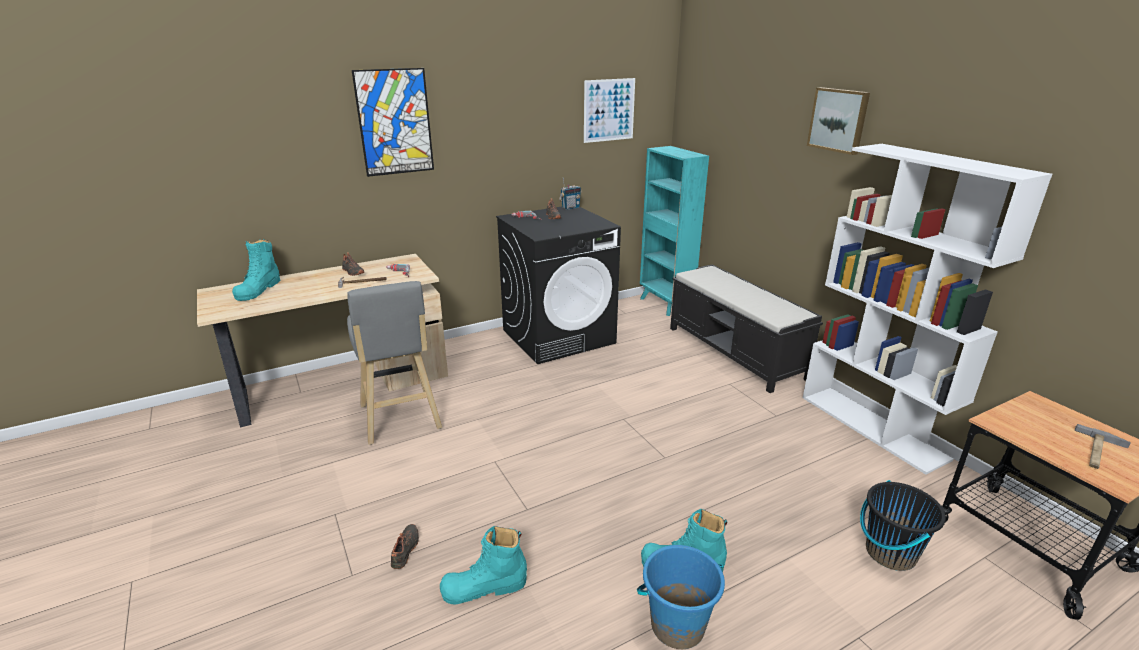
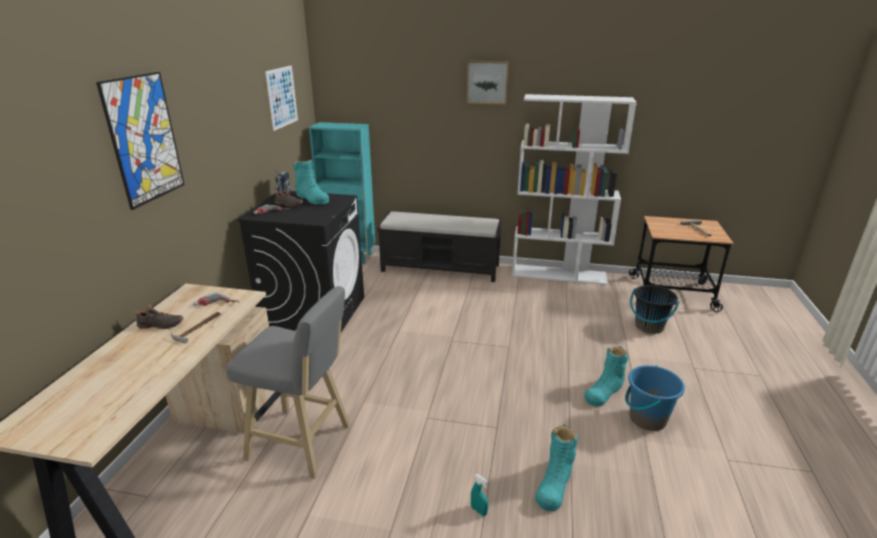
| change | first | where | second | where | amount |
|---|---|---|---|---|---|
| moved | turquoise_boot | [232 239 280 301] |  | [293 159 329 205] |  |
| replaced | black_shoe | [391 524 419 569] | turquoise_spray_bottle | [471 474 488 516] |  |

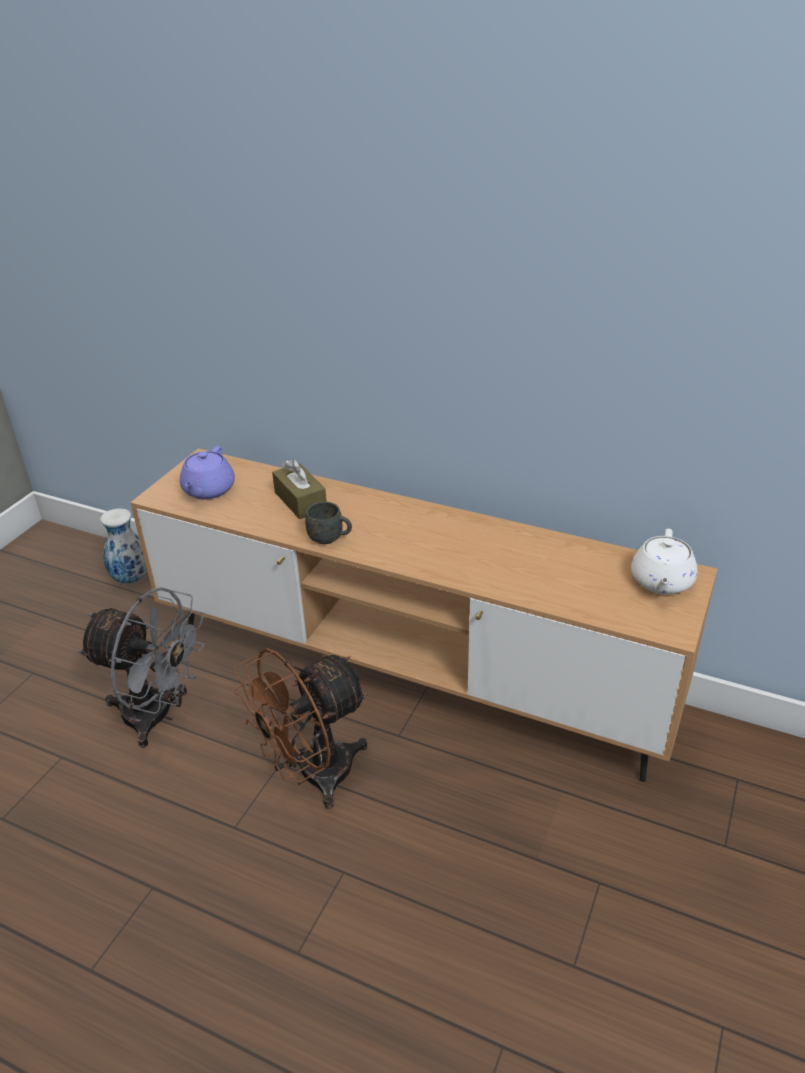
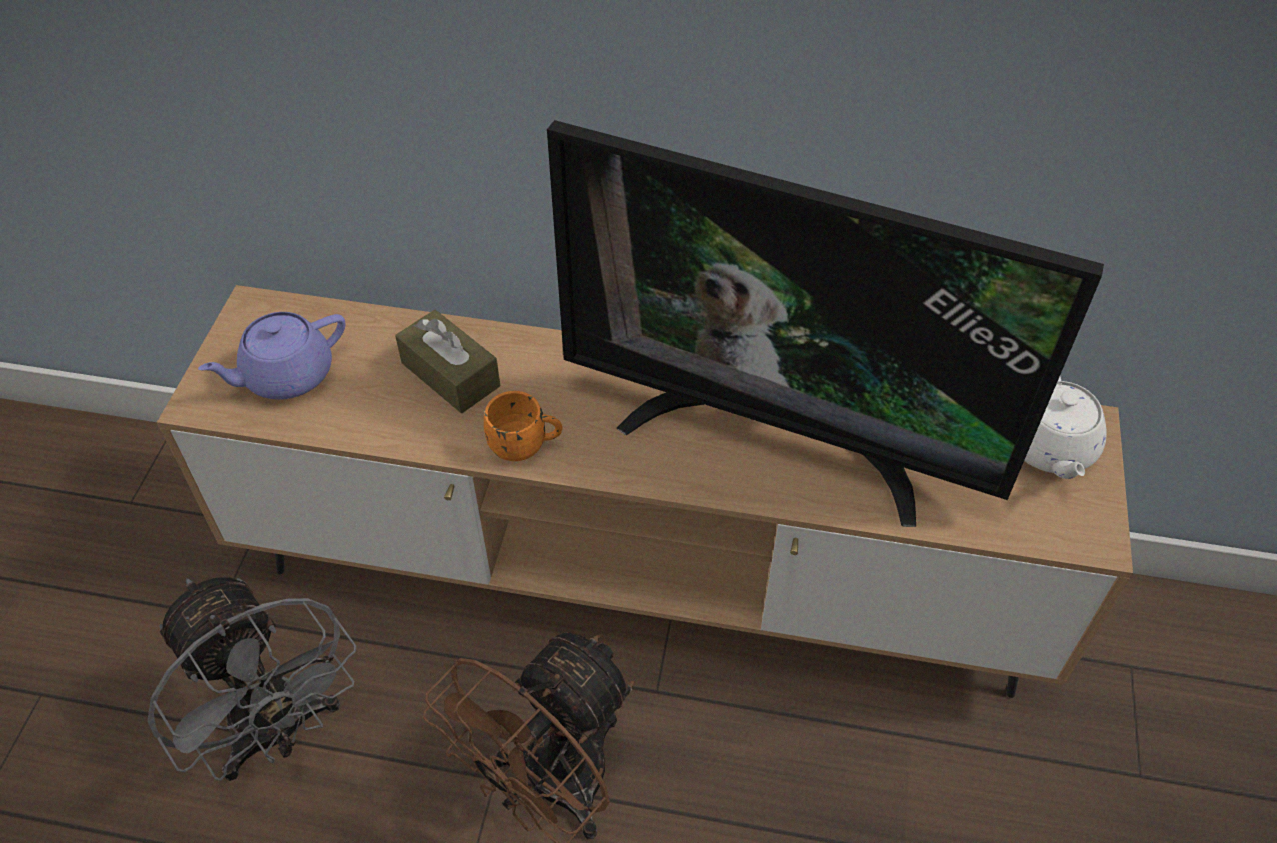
| change | first | where | second | where | amount |
|---|---|---|---|---|---|
| turned | grey_fan | [78 587 206 748] |  | [148 578 357 781] | 45 degrees clockwise |
| removed | vase | [100 508 147 584] |  |  |  |
| turned | purple_teapot | [180 446 235 499] |  | [198 312 345 400] | 60 degrees clockwise |
| recoloured | grey_mug | [305 502 352 544] | orange_mug | [484 391 563 461] |  |
| added |  |  | television | [547 120 1104 527] |  |

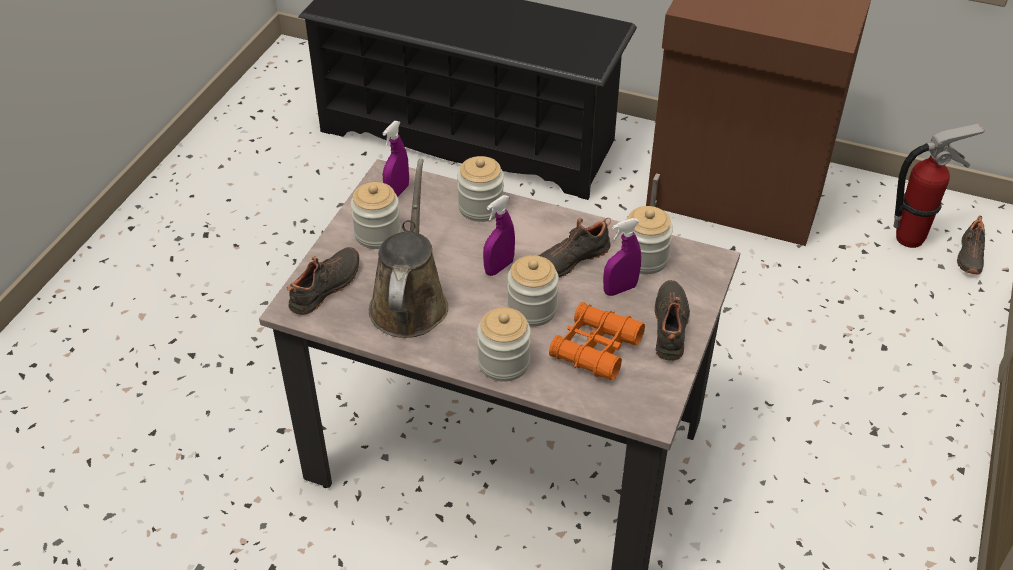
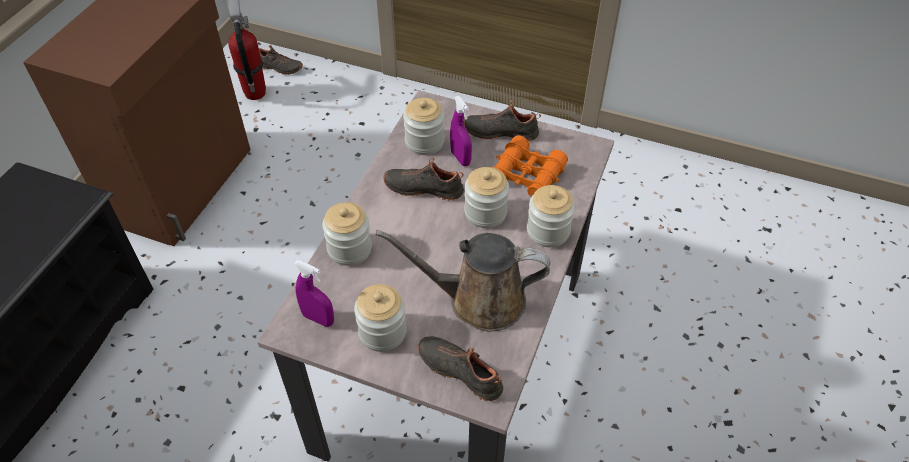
| change | first | where | second | where | amount |
|---|---|---|---|---|---|
| removed | purple_spray_bottle | [483 195 515 276] |  |  |  |
| turned | black_shoe | [538 217 611 278] |  | [383 157 464 201] | 135 degrees clockwise |

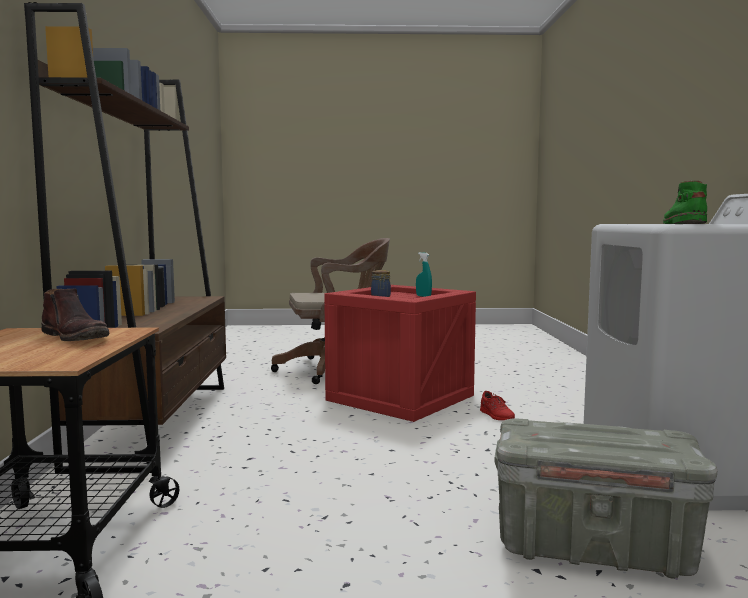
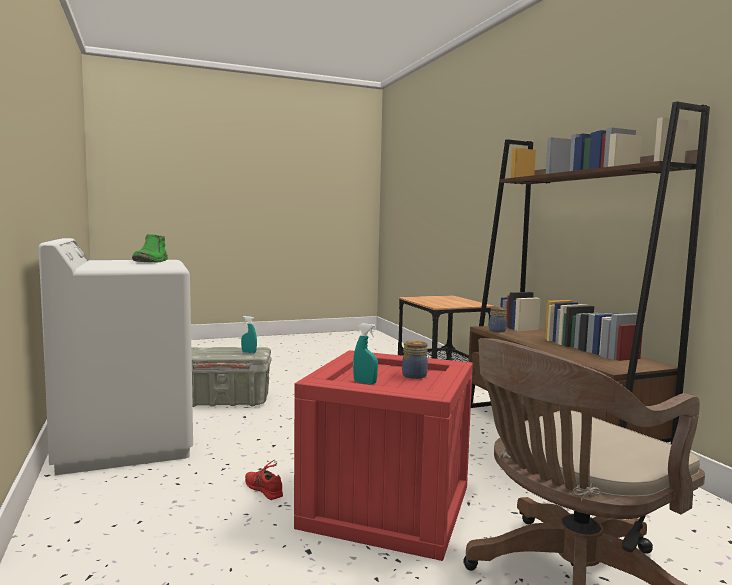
| change | first | where | second | where | amount |
|---|---|---|---|---|---|
| removed | brown_boot | [41 289 109 341] |  |  |  |
| added |  |  | turquoise_spray_bottle | [241 316 257 353] |  |
| added |  |  | jar | [489 307 507 332] |  |

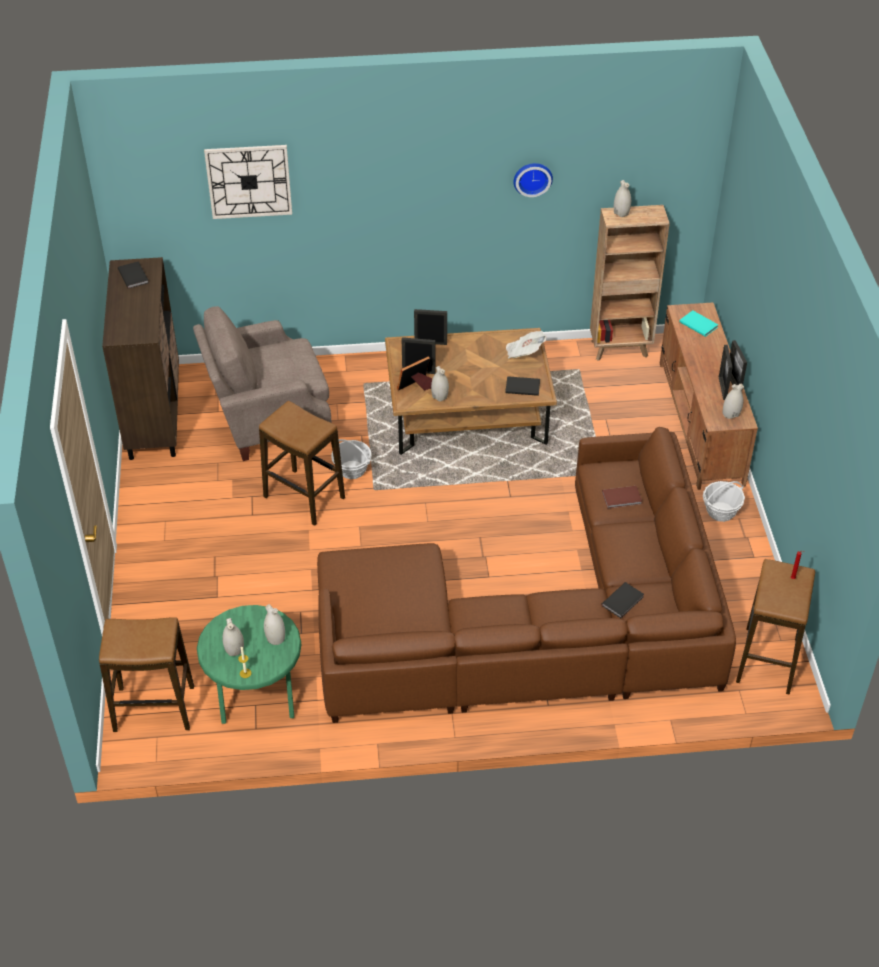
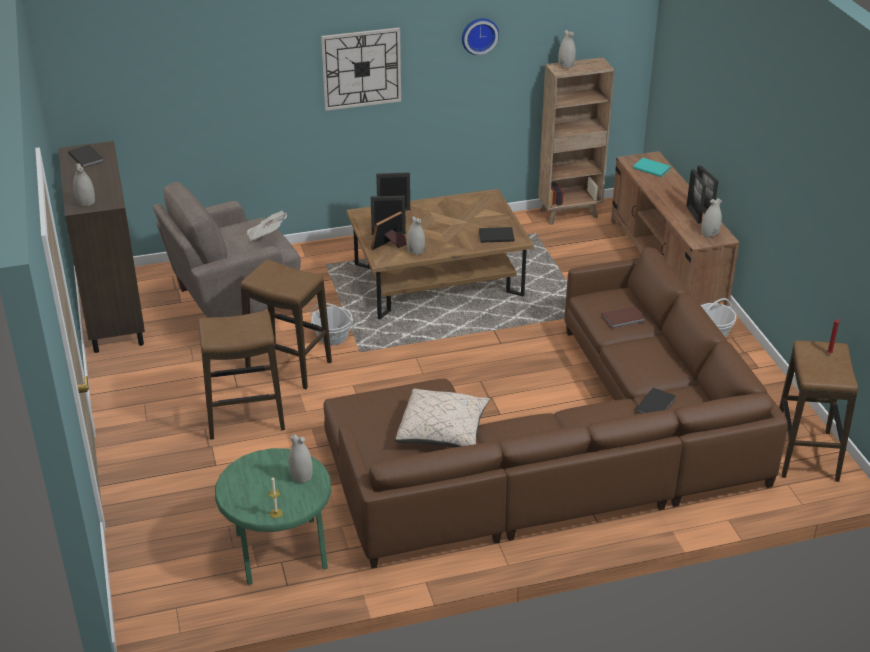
| change | first | where | second | where | amount |
|---|---|---|---|---|---|
| moved | stool | [99 617 194 732] |  | [198 311 285 440] |  |
| moved | wall_clock | [204 145 292 219] |  | [321 28 401 111] |  |
| moved | white_vase | [222 618 244 656] |  | [73 163 95 207] |  |
| moved | newspaper | [506 331 546 359] |  | [247 211 287 241] |  |
| added |  |  | beige_pillow | [395 389 490 447] |  |

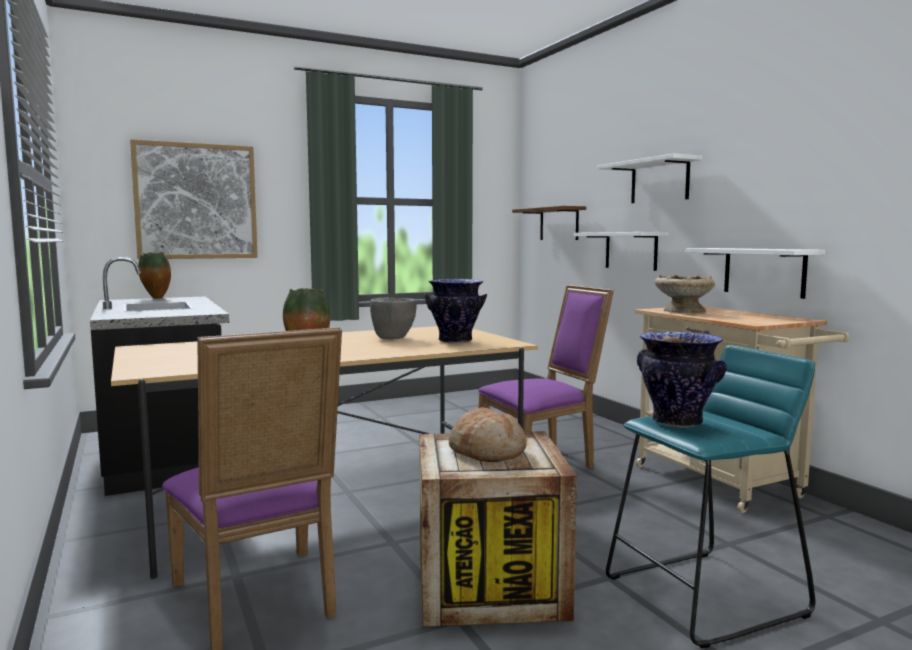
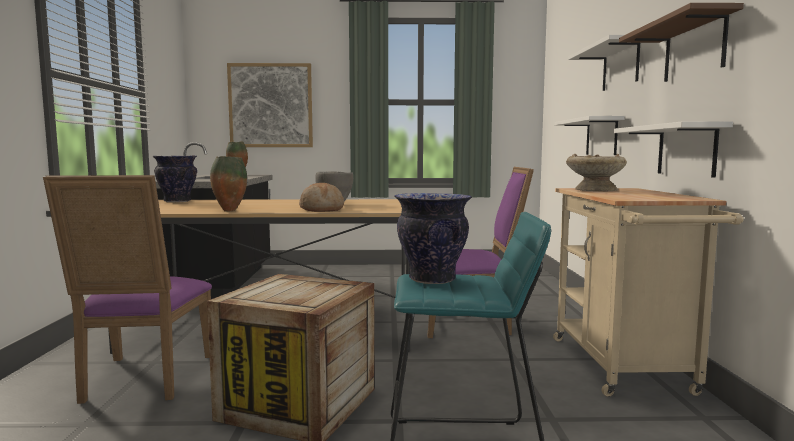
| change | first | where | second | where | amount |
|---|---|---|---|---|---|
| moved | vase | [425 279 487 344] |  | [153 155 197 203] |  |
| moved | bread | [449 407 527 462] |  | [299 183 344 212] |  |
| moved | brown_shelf | [512 206 586 240] |  | [619 3 744 82] |  |

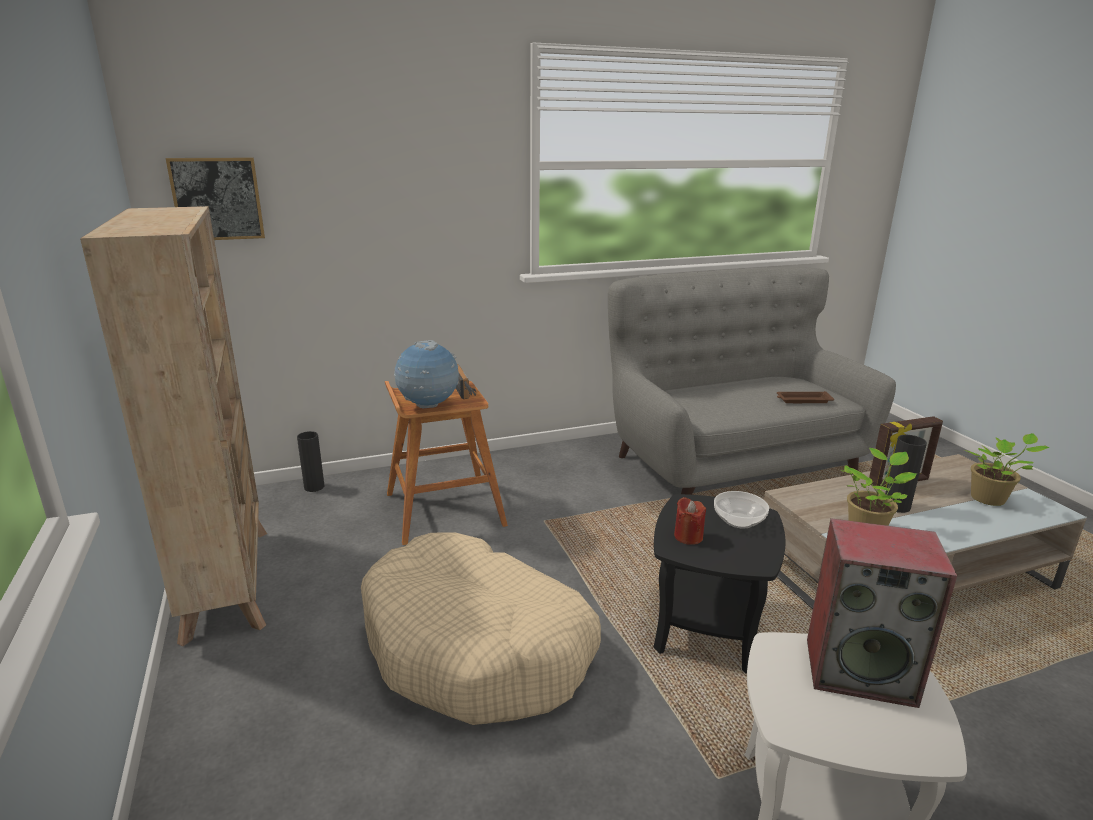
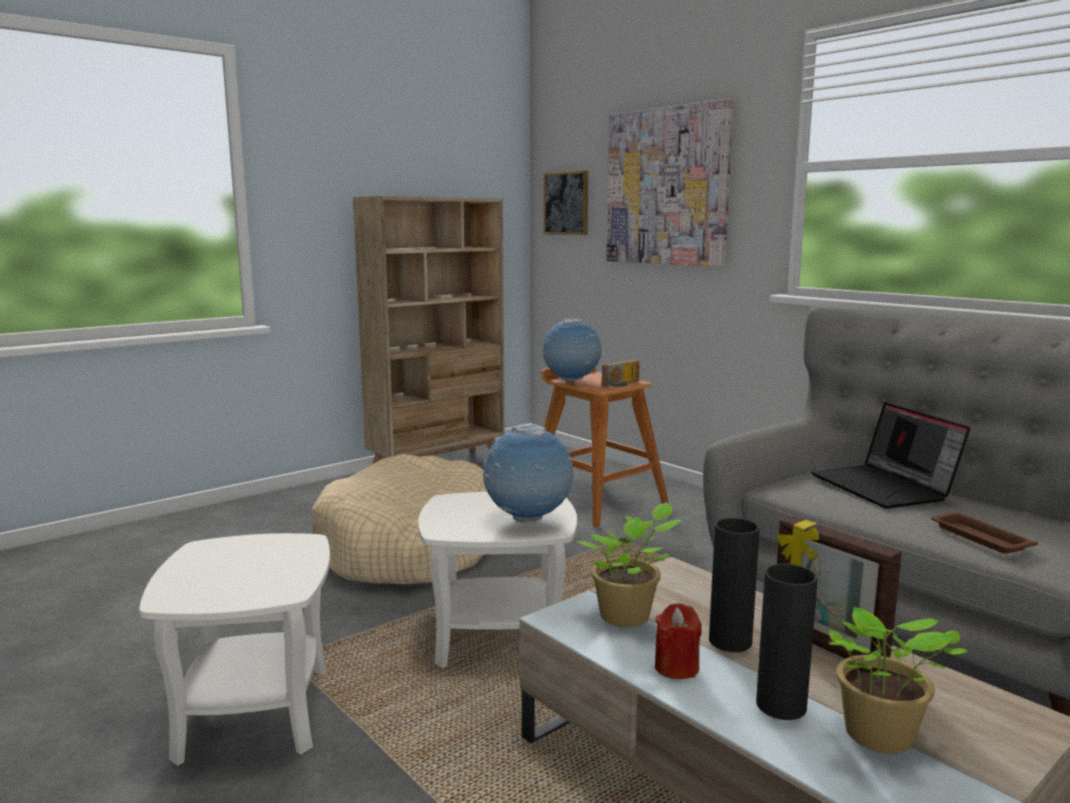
| change | first | where | second | where | amount |
|---|---|---|---|---|---|
| moved | black_vase | [297 431 324 492] |  | [756 564 818 720] |  |
| recoloured | black_side_table | [654 494 785 673] | white_side_table | [418 492 577 668] |  |
| moved | red_candle | [674 497 706 545] |  | [655 603 702 679] |  |
| replaced | bowl | [714 491 769 528] | globe | [483 424 573 522] |  |
| removed | speaker | [807 518 957 708] |  |  |  |
| added |  |  | picture | [606 98 734 267] |  |
| added |  |  | laptop | [811 402 970 508] |  |

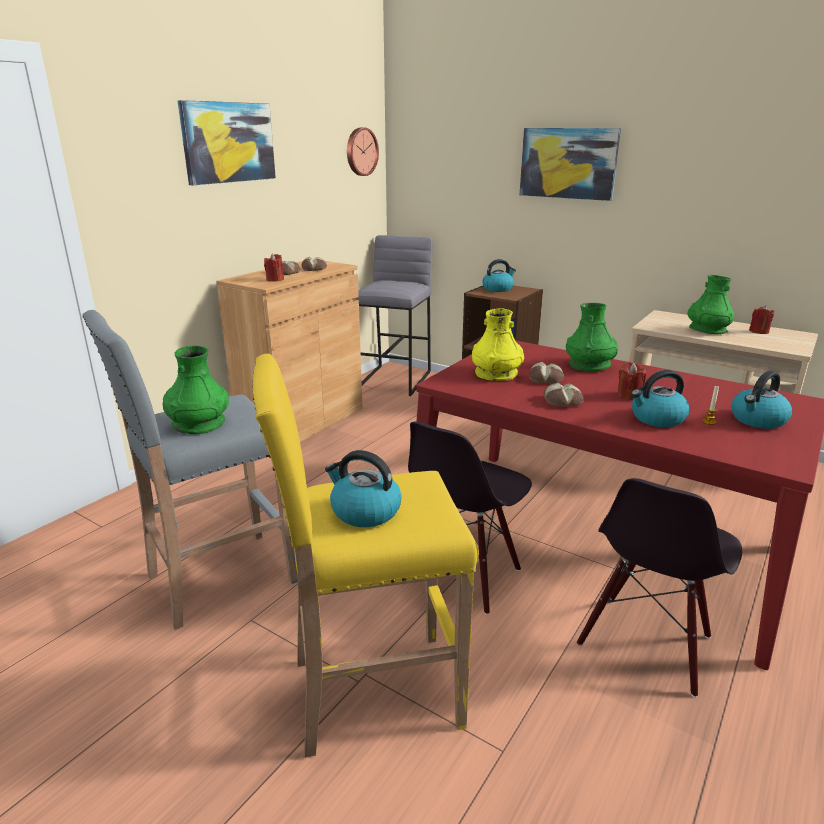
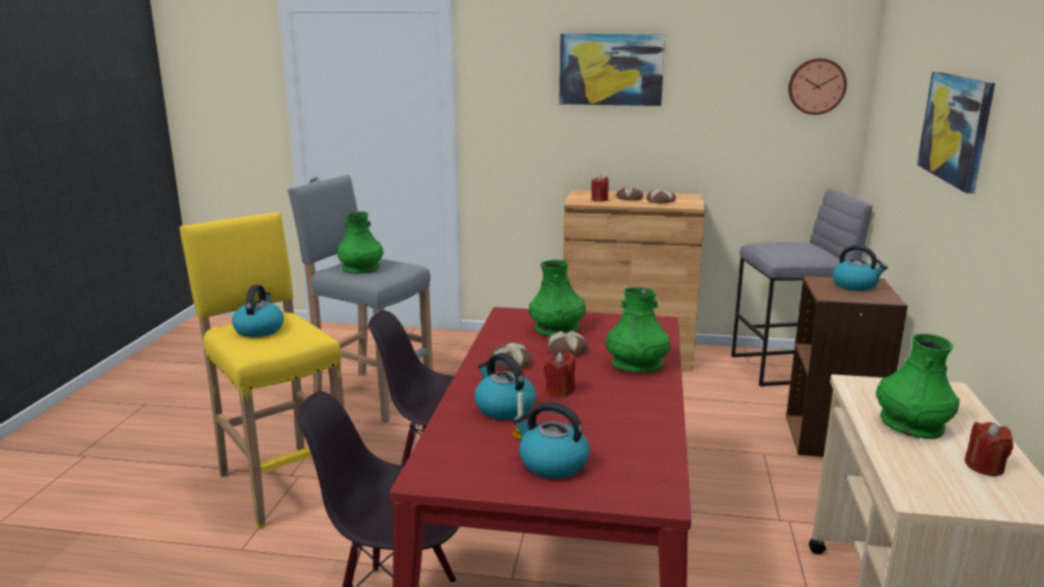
| change | first | where | second | where | amount |
|---|---|---|---|---|---|
| recoloured | yellow_vase | [472 308 524 381] | green_vase | [529 260 586 337] |  |

